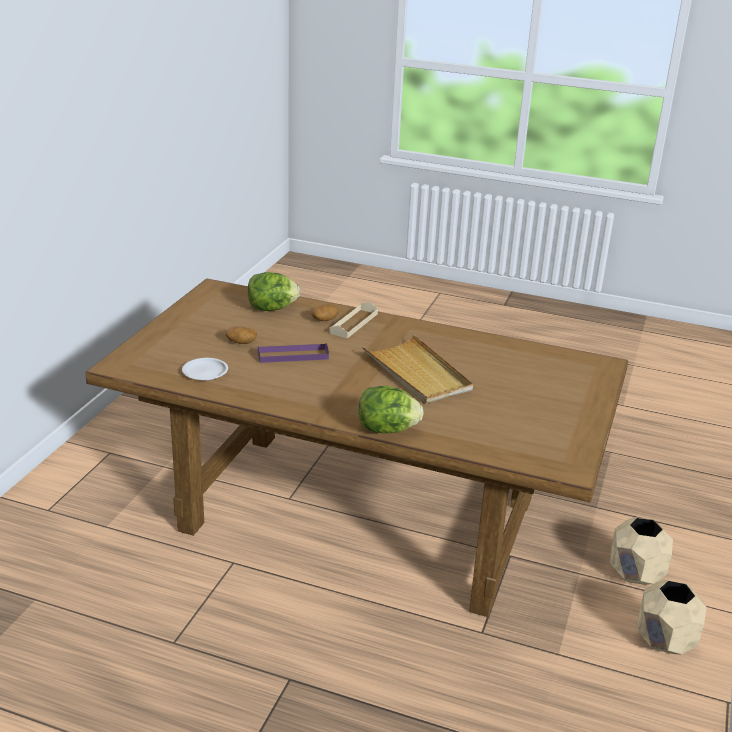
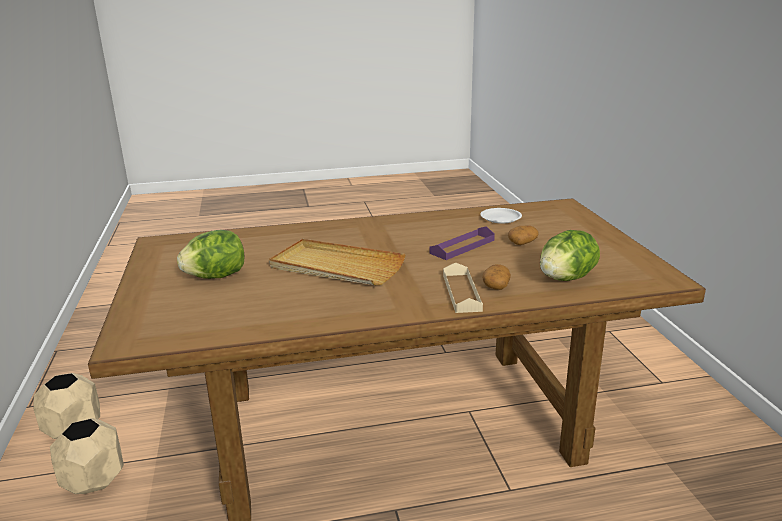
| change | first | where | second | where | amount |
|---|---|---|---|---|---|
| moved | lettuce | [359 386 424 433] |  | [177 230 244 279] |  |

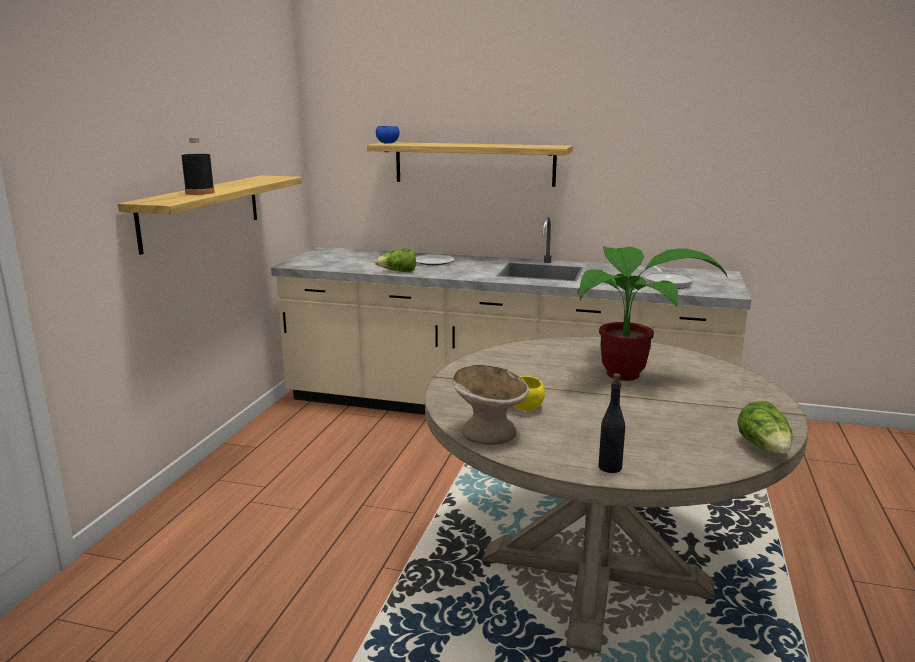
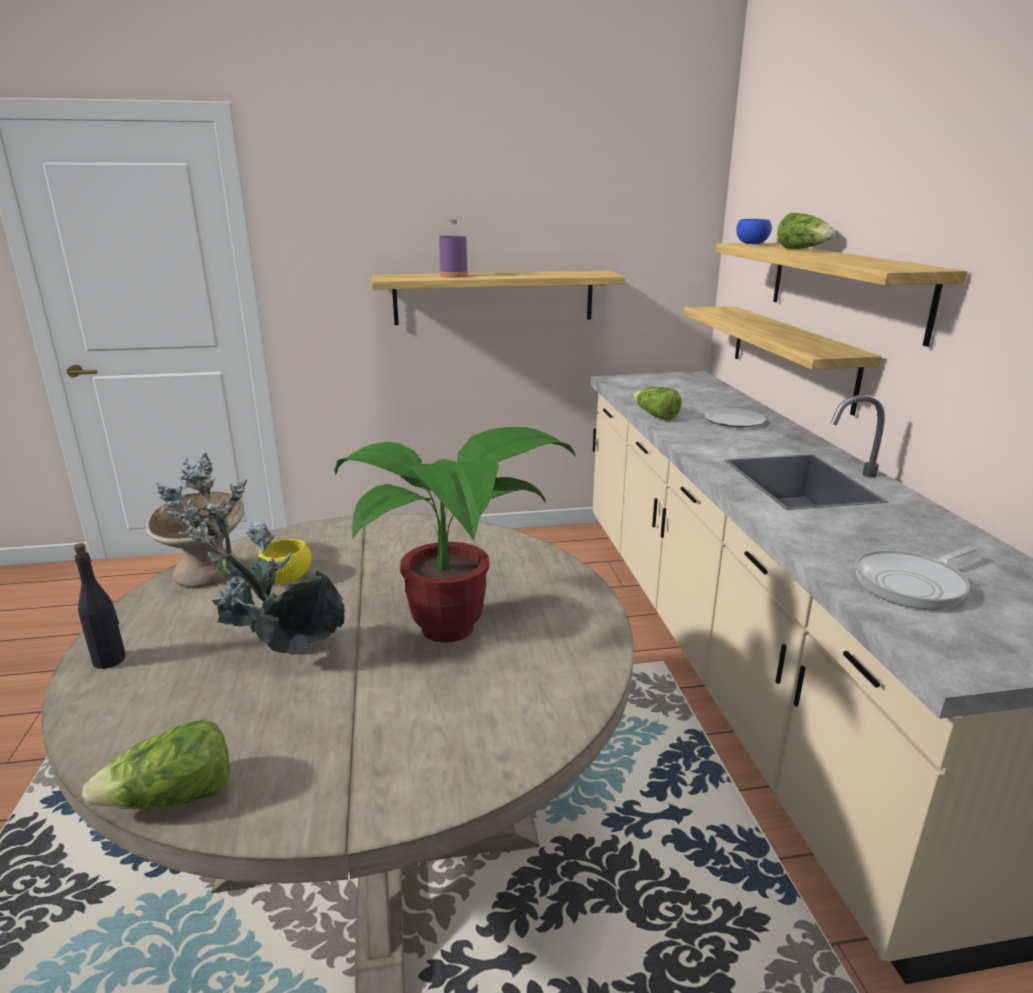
| change | first | where | second | where | amount |
|---|---|---|---|---|---|
| recoloured | black_bottle | [181 138 215 195] | purple_bottle | [439 219 468 278] |  |
| added |  |  | potted_plant | [156 453 345 655] |  |
| added |  |  | shelf | [683 306 882 416] |  |
| added |  |  | lettuce | [777 213 835 249] |  |

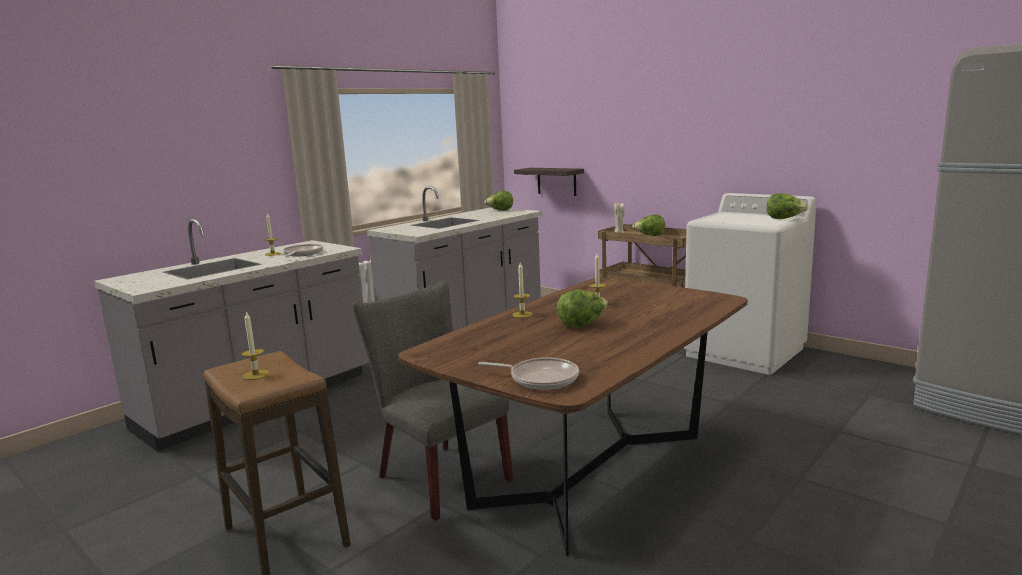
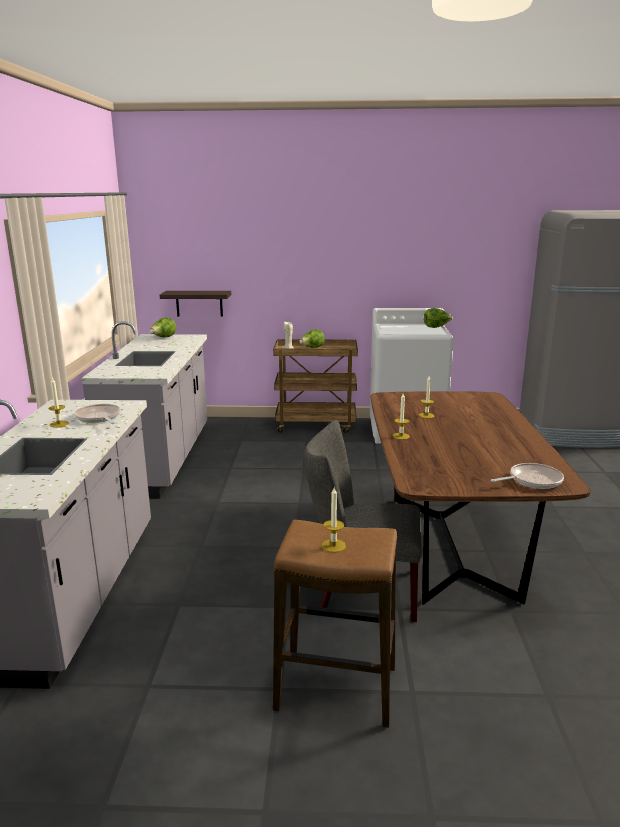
| change | first | where | second | where | amount |
|---|---|---|---|---|---|
| removed | lettuce | [557 289 608 328] |  |  |  |

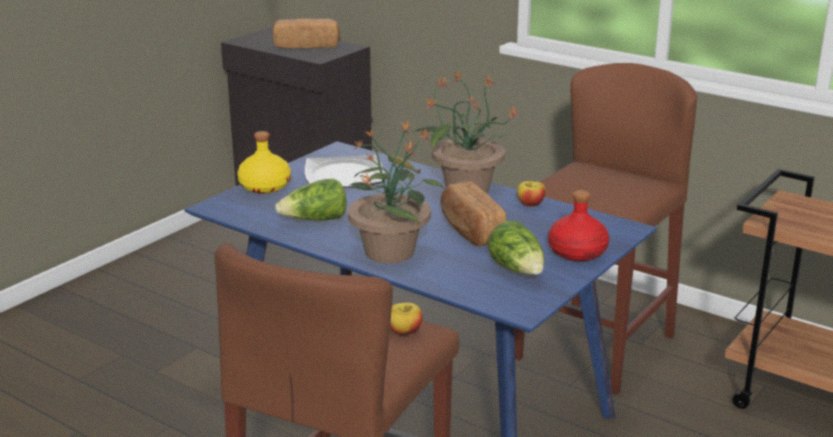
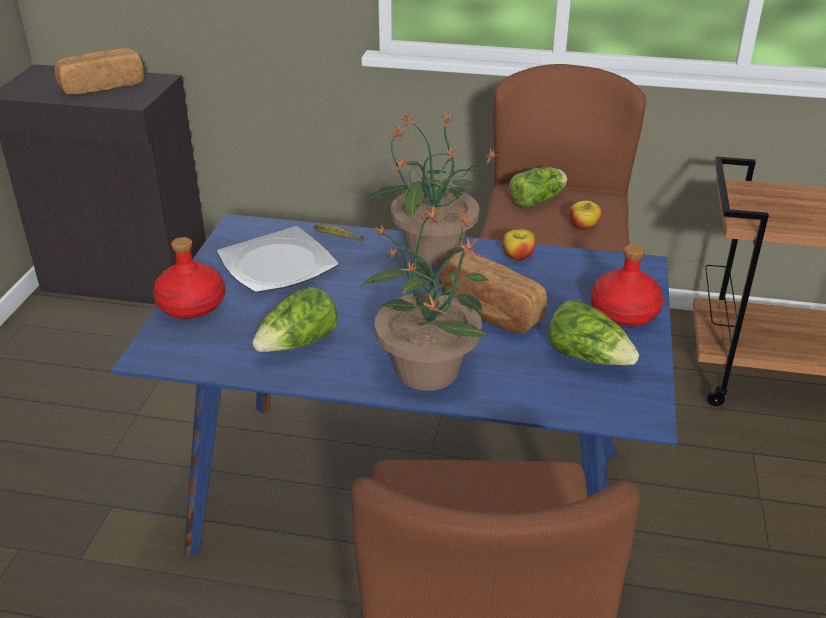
| change | first | where | second | where | amount |
|---|---|---|---|---|---|
| recoloured | yellow_bottle | [237 131 291 194] | red_bottle | [153 237 225 319] |  |
| moved | apple | [390 303 422 335] |  | [570 201 602 230] |  |
| added |  |  | lettuce | [509 167 567 207] |  |

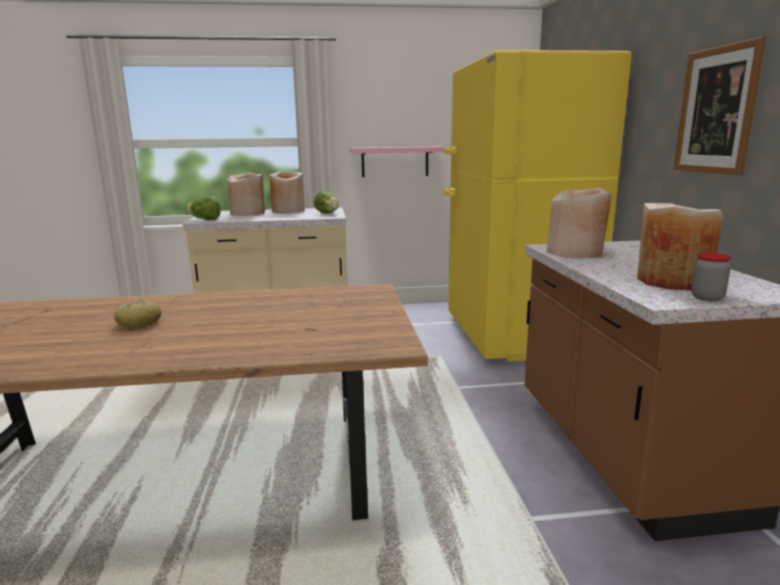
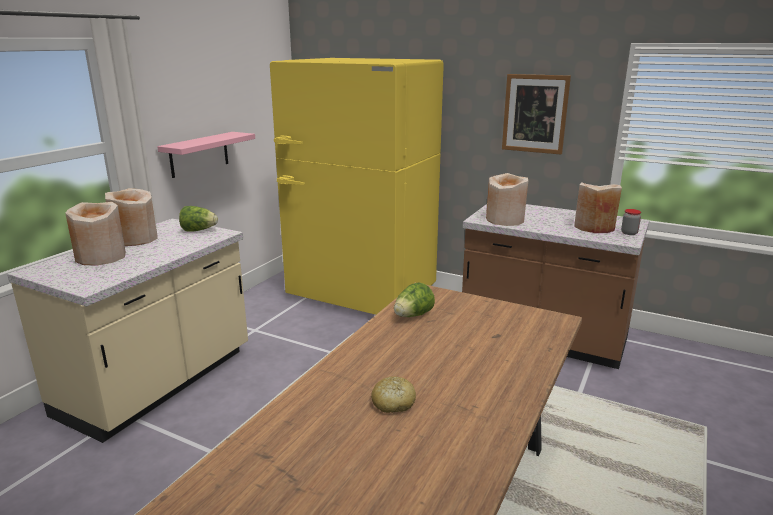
| change | first | where | second | where | amount |
|---|---|---|---|---|---|
| moved | lettuce | [186 196 221 220] |  | [394 283 435 317] |  |

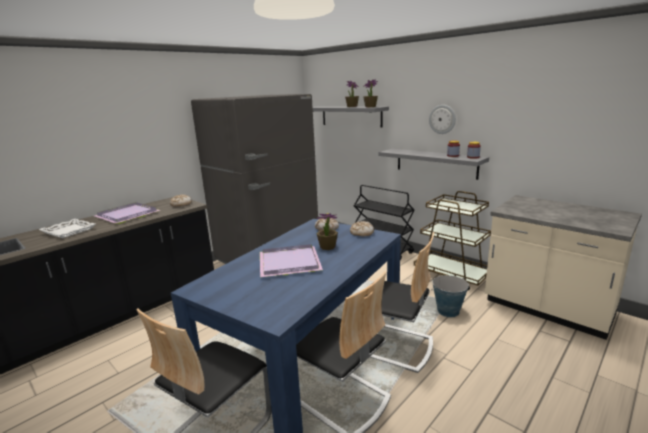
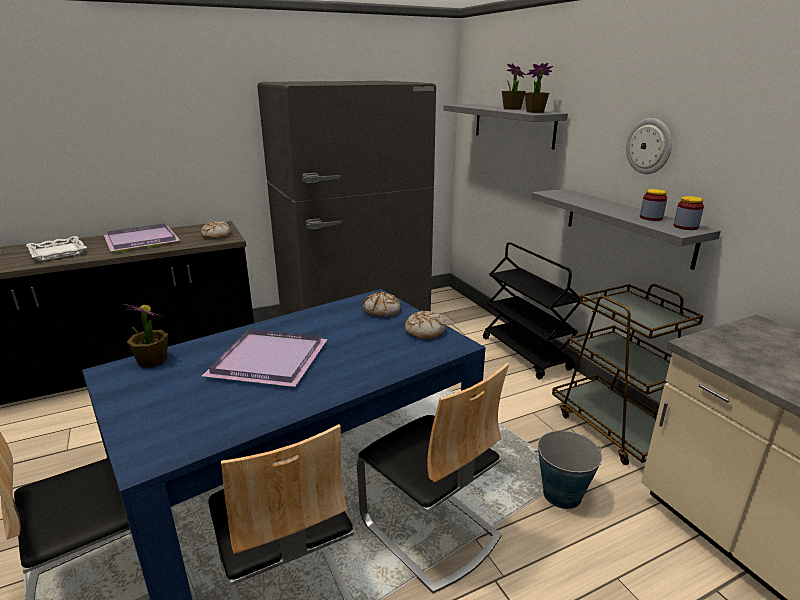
| change | first | where | second | where | amount |
|---|---|---|---|---|---|
| moved | potted_plant | [316 213 338 250] |  | [123 304 168 368] |  |

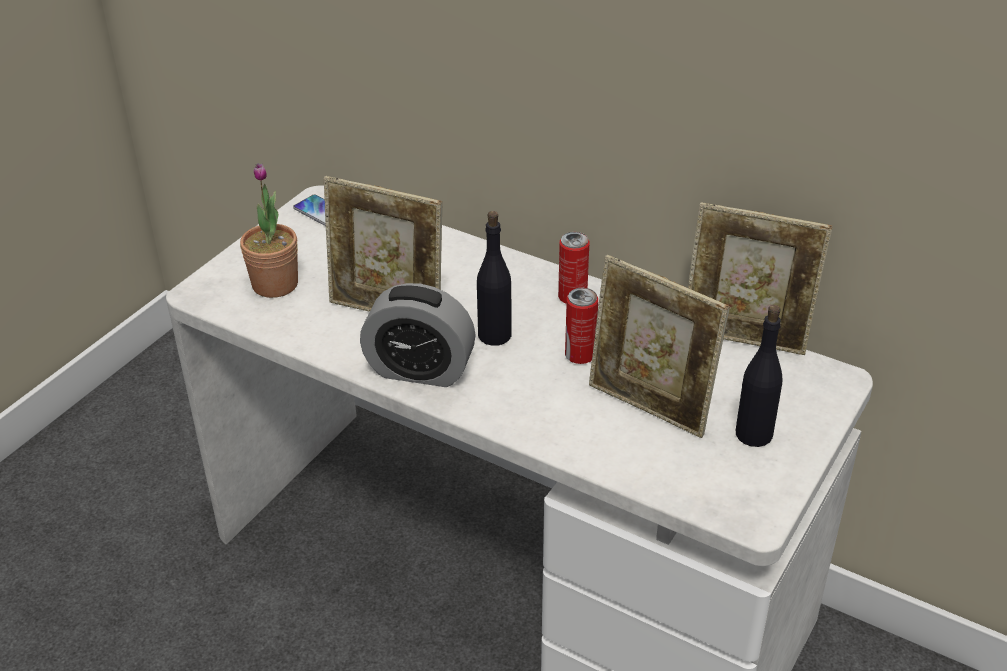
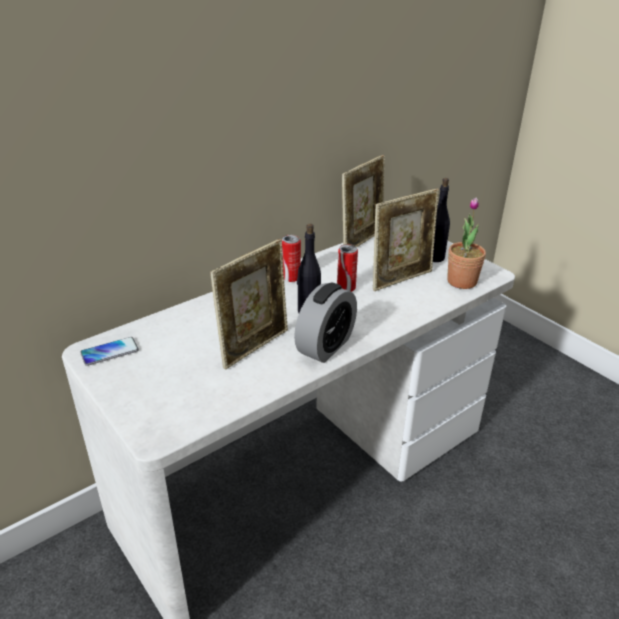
| change | first | where | second | where | amount |
|---|---|---|---|---|---|
| moved | potted_plant | [240 163 298 298] |  | [447 198 486 289] |  |

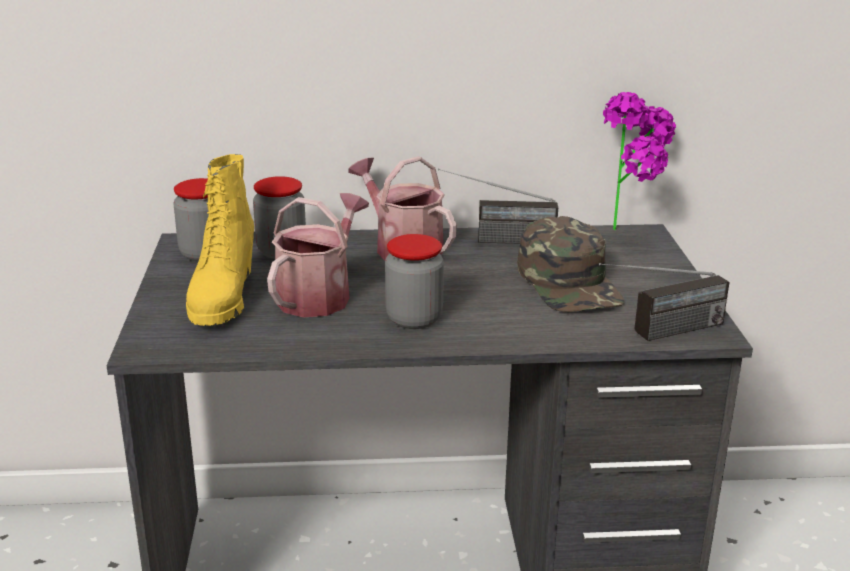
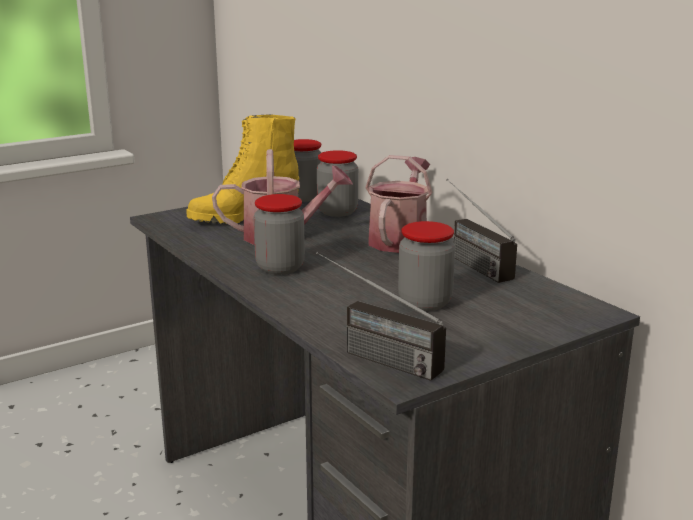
| change | first | where | second | where | amount |
|---|---|---|---|---|---|
| replaced | green_cap | [517 216 625 312] | jar | [398 221 455 311] |  |
| removed | potted_plant | [603 92 676 230] |  |  |  |

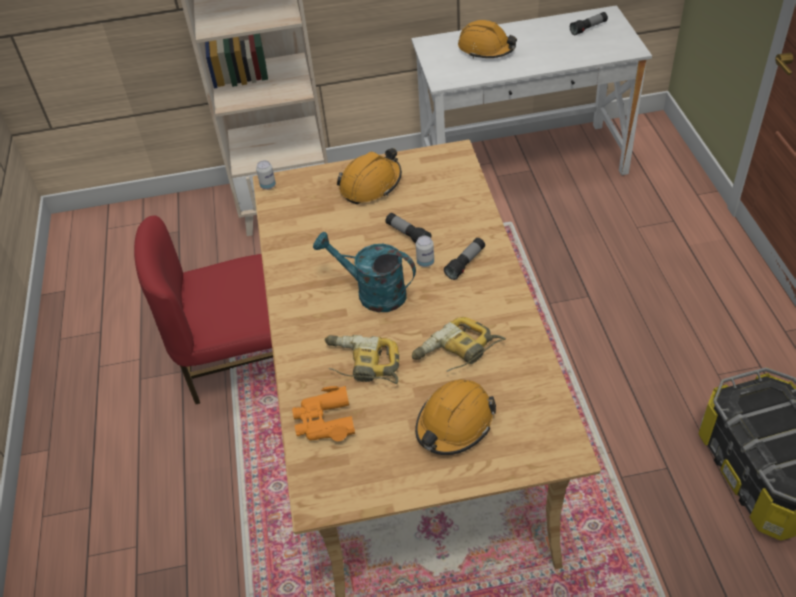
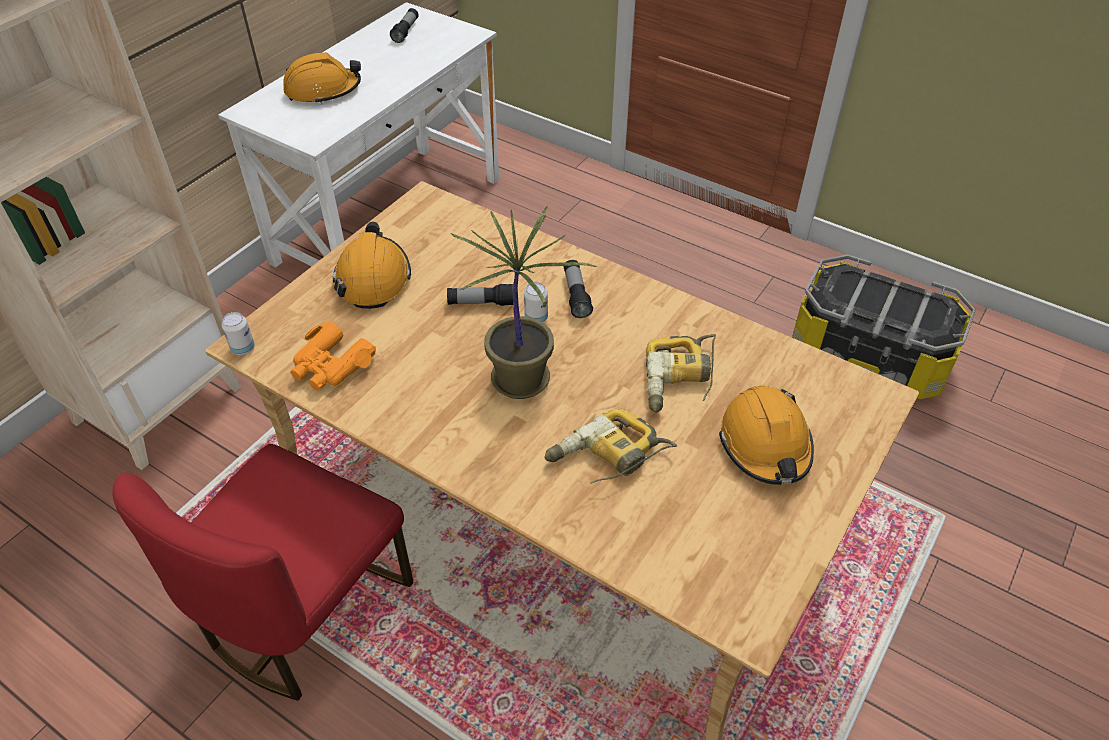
| change | first | where | second | where | amount |
|---|---|---|---|---|---|
| moved | orange_binoculars | [292 386 355 441] |  | [290 321 376 390] |  |
| replaced | turquoise_watering_can | [313 232 416 312] | potted_plant | [450 205 598 399] |  |

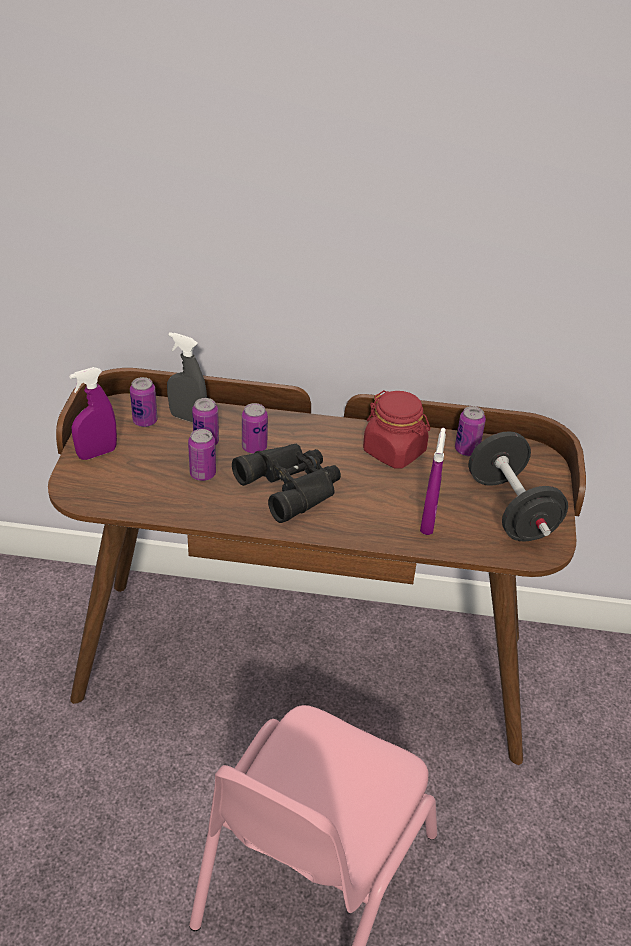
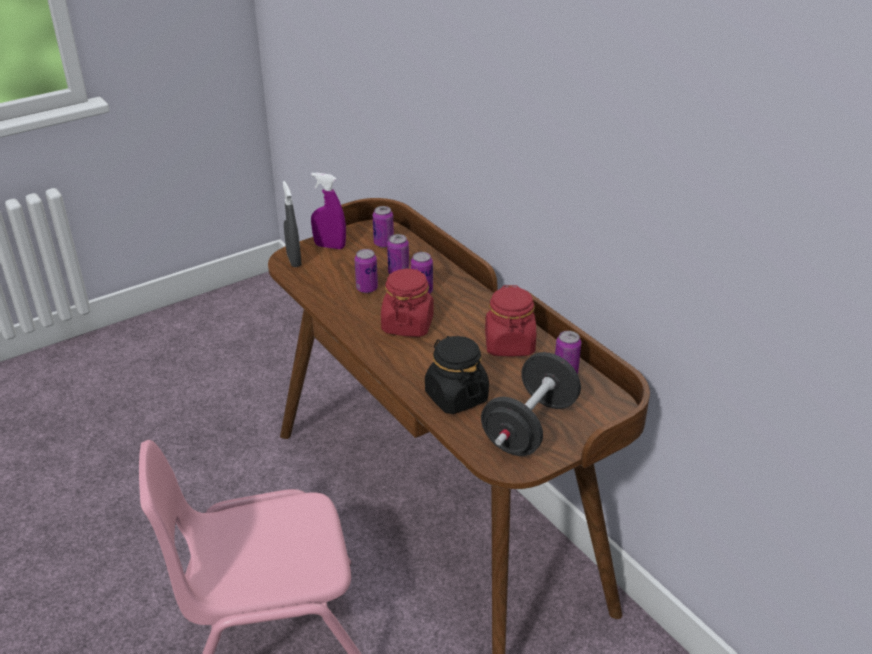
| change | first | where | second | where | amount |
|---|---|---|---|---|---|
| moved | grey_spray_bottle | [167 332 207 422] |  | [283 181 302 267] |  |
| replaced | black_binoculars | [232 444 341 523] | red_jar | [381 268 434 337] |  |
| replaced | purple_spray_bottle | [420 428 446 535] | black_jar | [425 336 489 414] |  |

